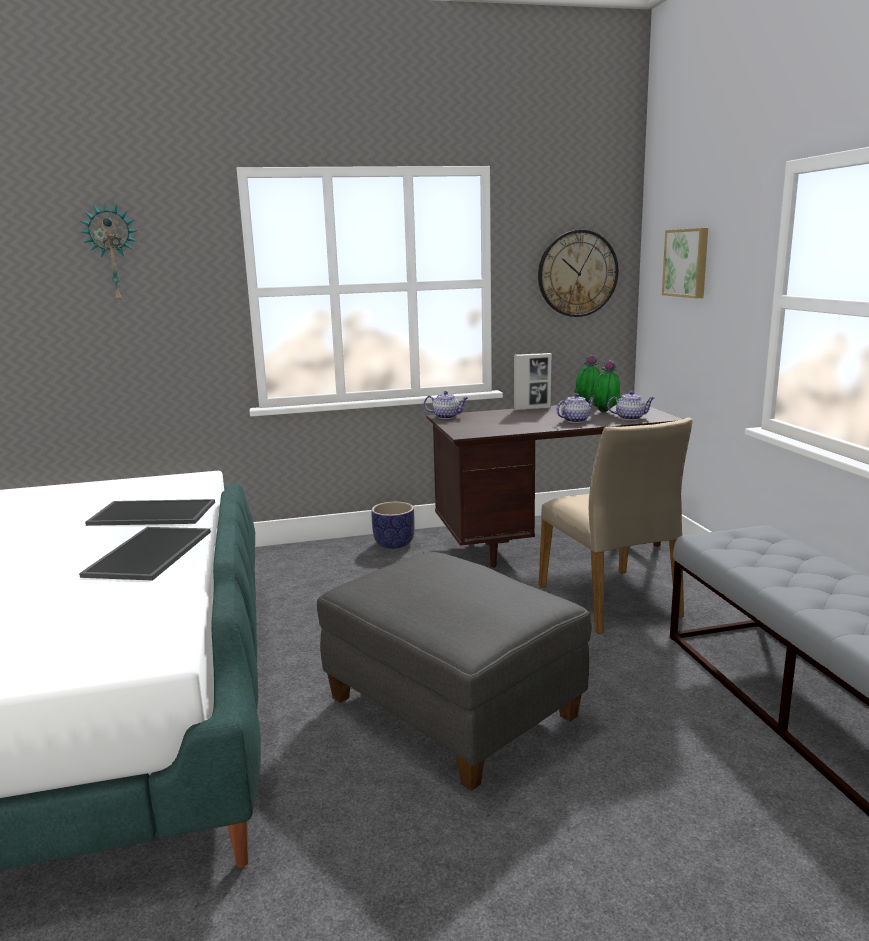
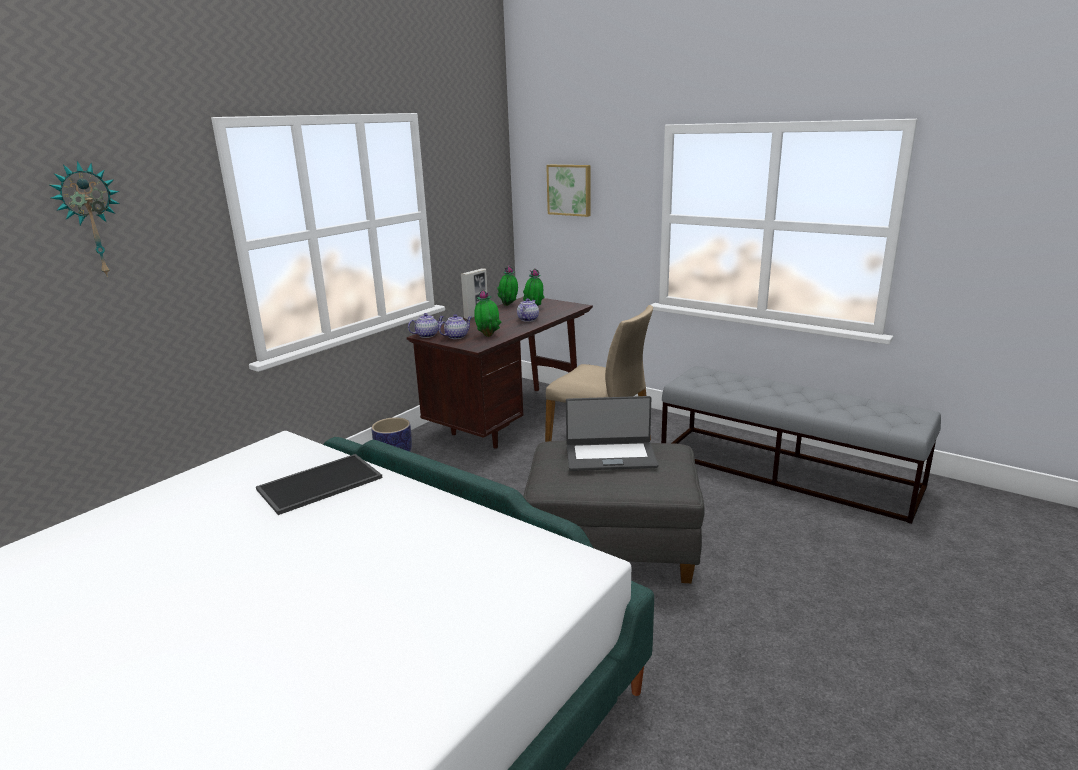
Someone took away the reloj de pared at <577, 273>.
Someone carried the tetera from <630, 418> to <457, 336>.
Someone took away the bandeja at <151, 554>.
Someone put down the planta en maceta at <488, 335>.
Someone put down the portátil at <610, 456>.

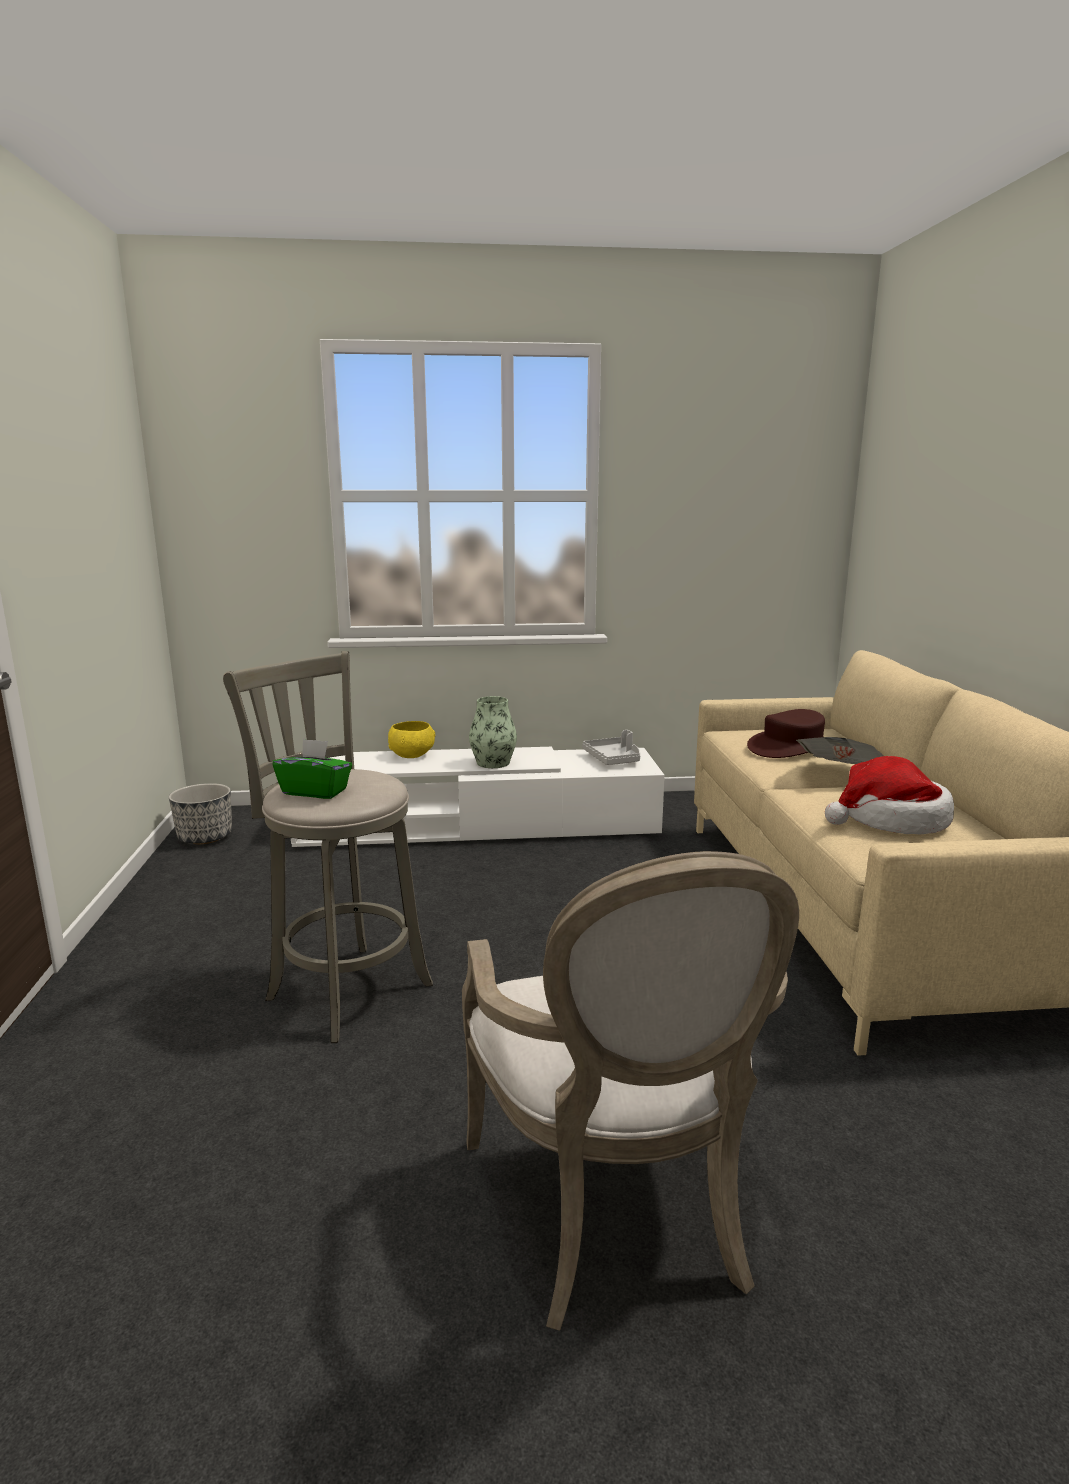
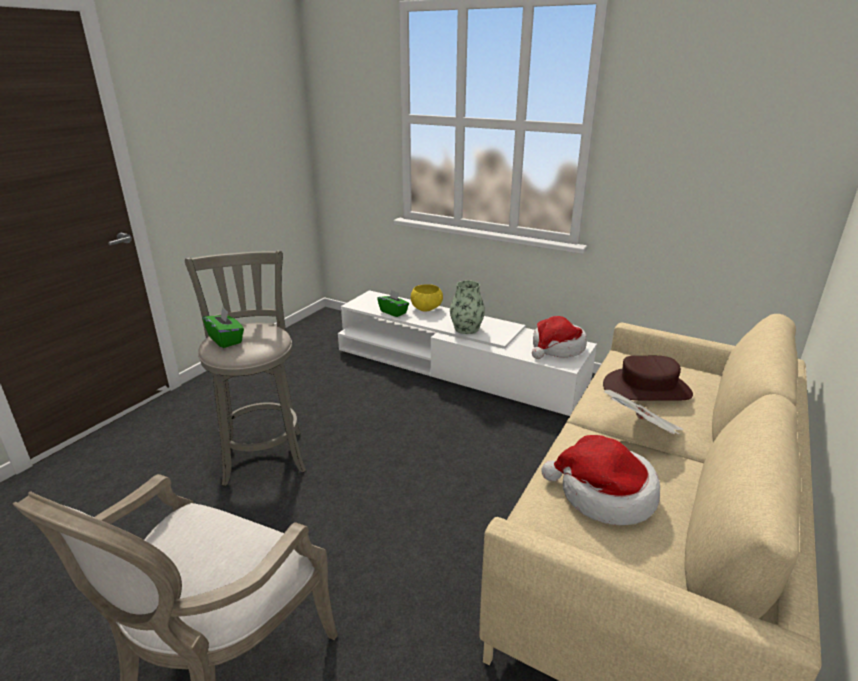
Someone swapped the bandeja (gris) at <613, 759> for the sombrero at <557, 348>.
Someone took away the maceta at <205, 838>.
Someone put down the caja de pañuelos (verde) at <393, 312>.

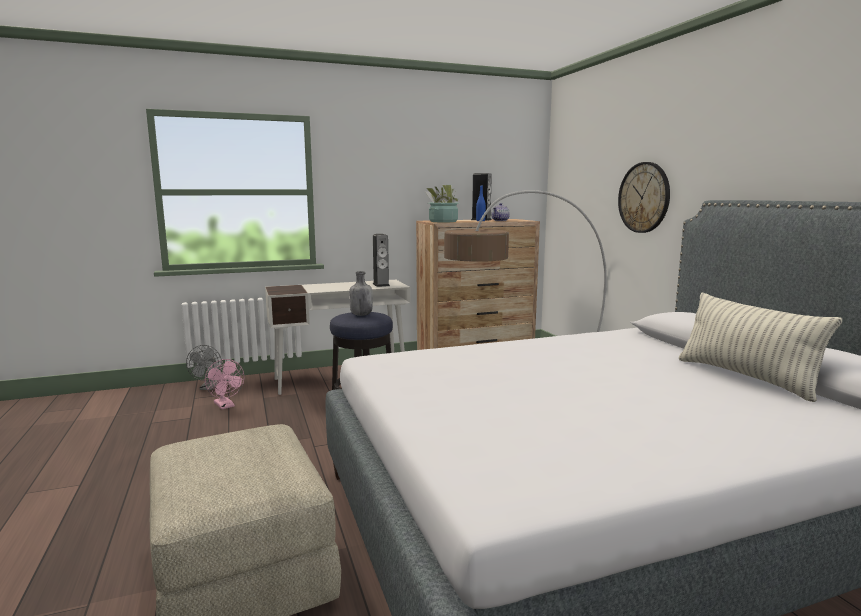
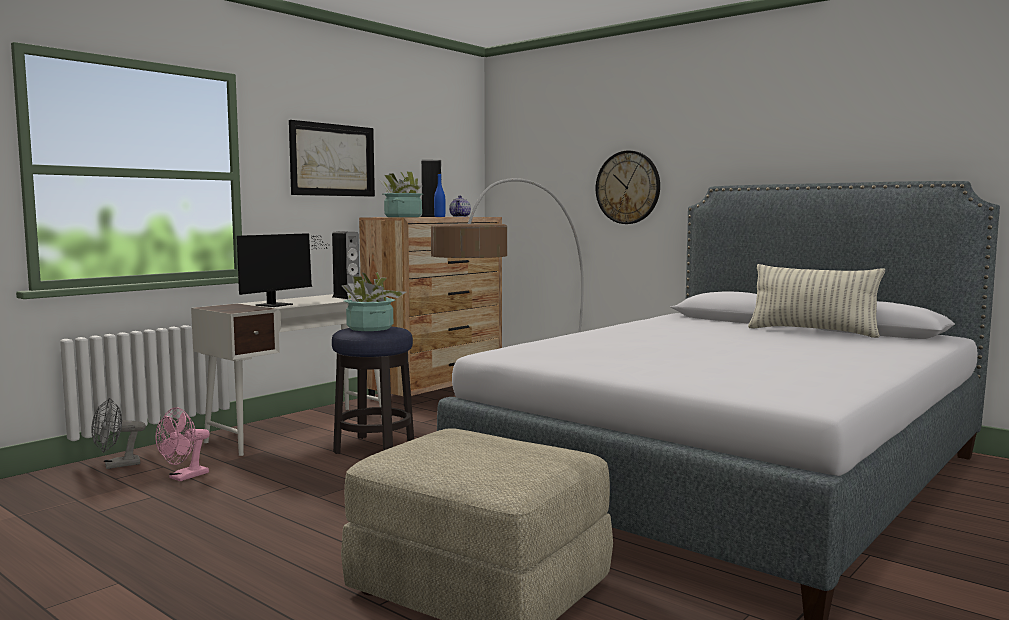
Someone swapped the botella (gris) at <361, 315> for the planta en maceta at <370, 328>.
Someone rotated the ventilador (gris) at <208, 388> by 90 degrees clockwise.
Someone rotated the ventilador (rosa) at <226, 406> by 105 degrees clockwise.
Someone put up the cuadro at <332, 160>.
Someone put down the monitor at <279, 304>.

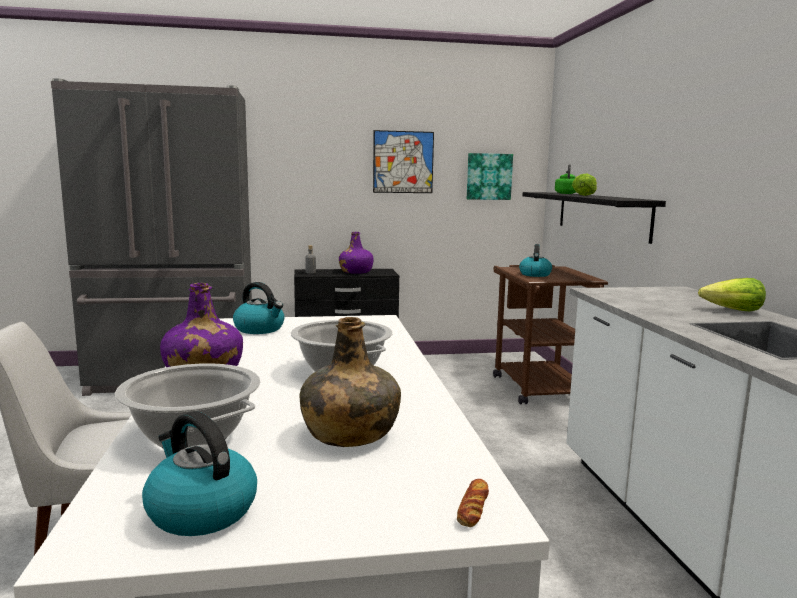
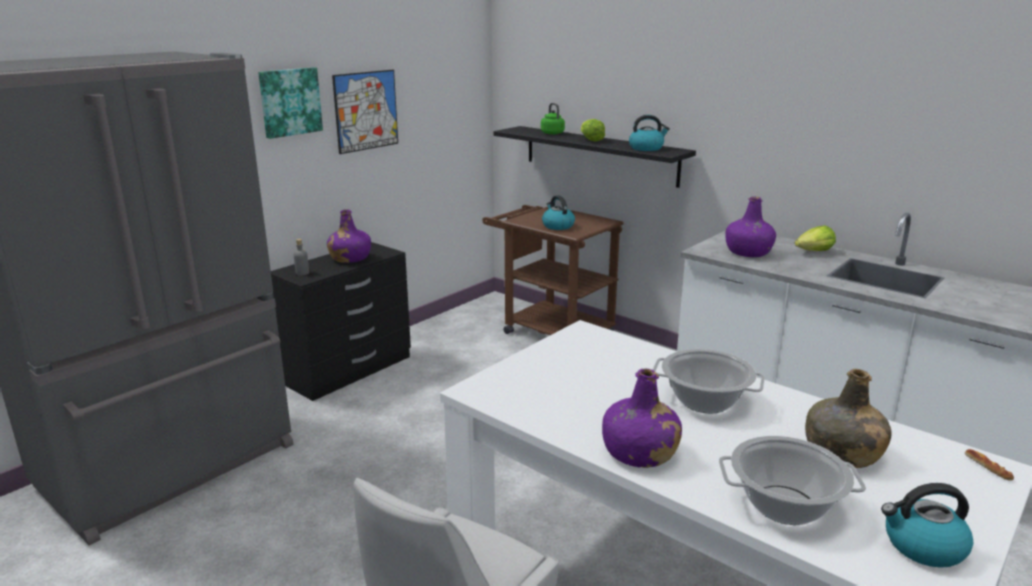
Someone carried the cuadro from <488, 176> to <289, 102>.
Someone carried the hervidor from <260, 329> to <646, 148>.
Someone put down the botella (morado) at <748, 252>.

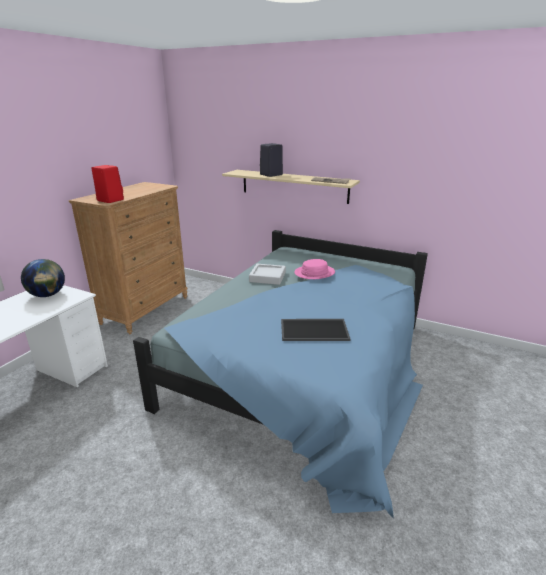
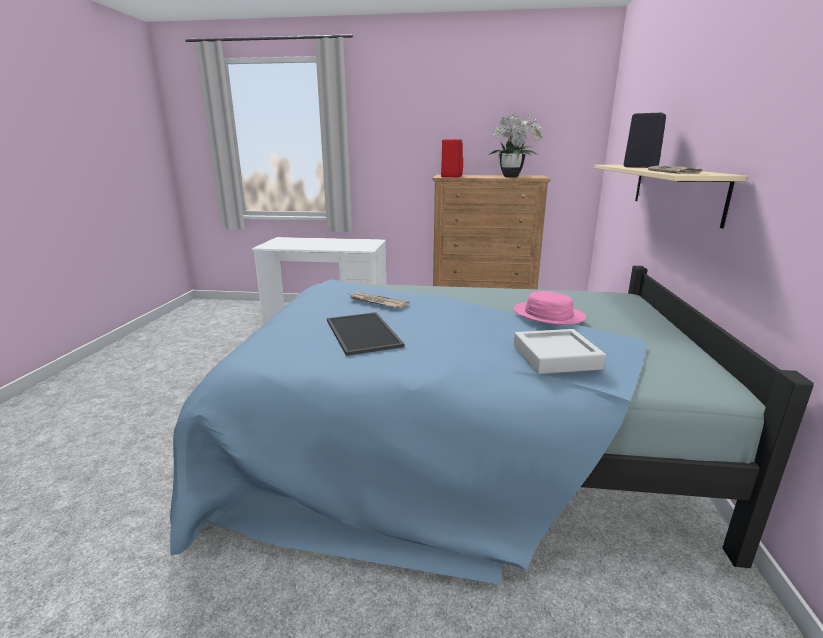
Someone took away the globo terráqueo at <48, 295>.
Someone carried the bandeja (gris) from <267, 277> to <556, 357>.
Someone put down the planta en maceta at <512, 176>.
Someone put down the periódico at <377, 302>.

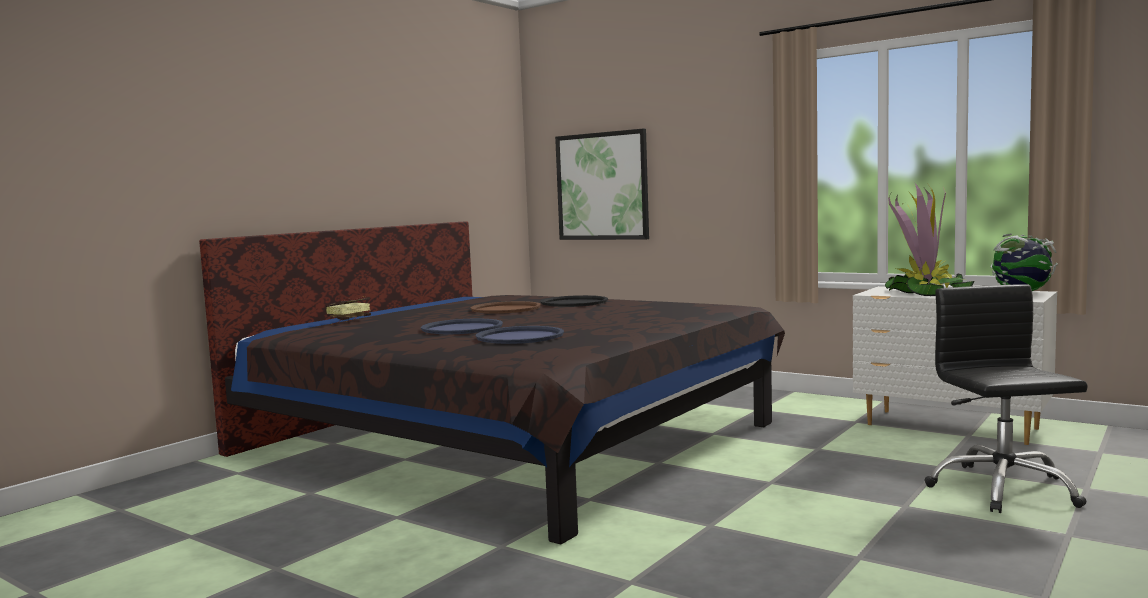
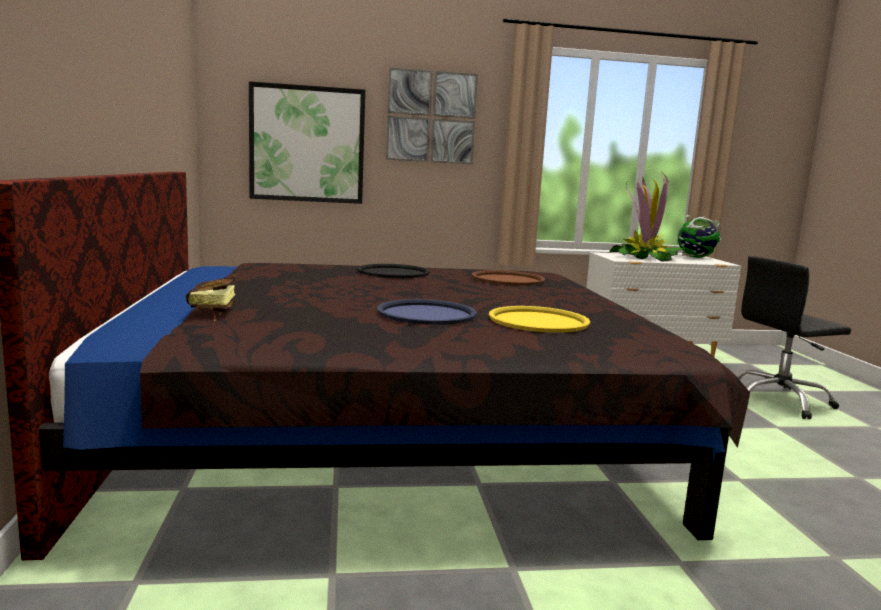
Someone rotated the silla de oficina (negro) at <1002, 489> by 60 degrees counterclockwise.
Someone carried the bandeja (marrón) from <505, 309> to <508, 279>.
Someone repainted the bandeja (azul) at <520, 336>, which became the bandeja (amarillo) at <538, 321>.
Someone put up the cuadro at <431, 117>.

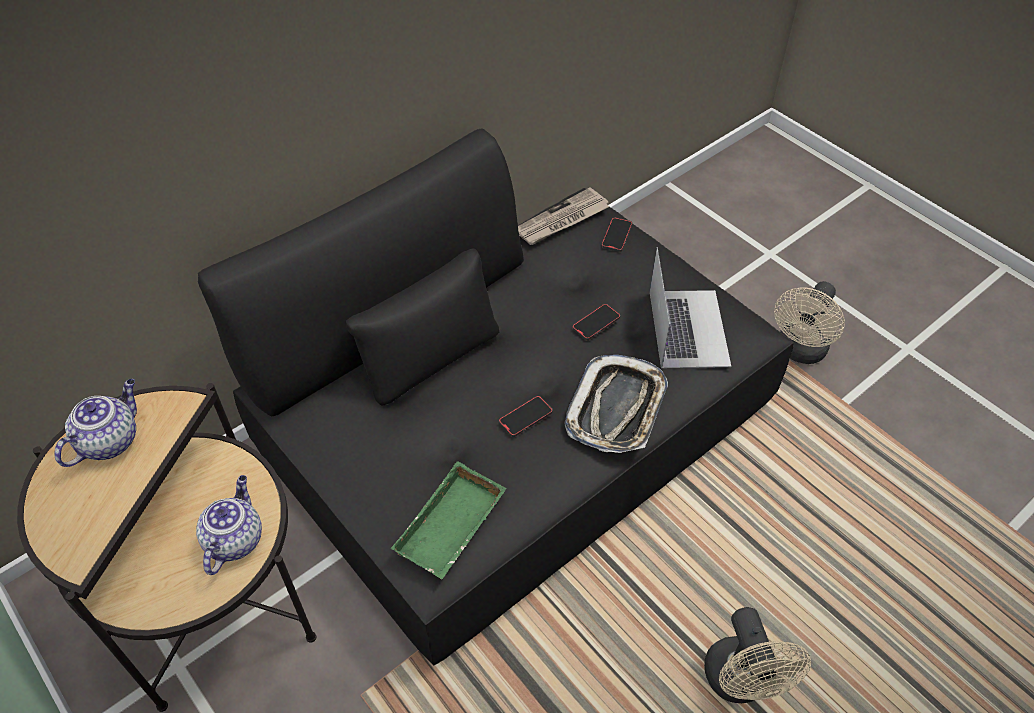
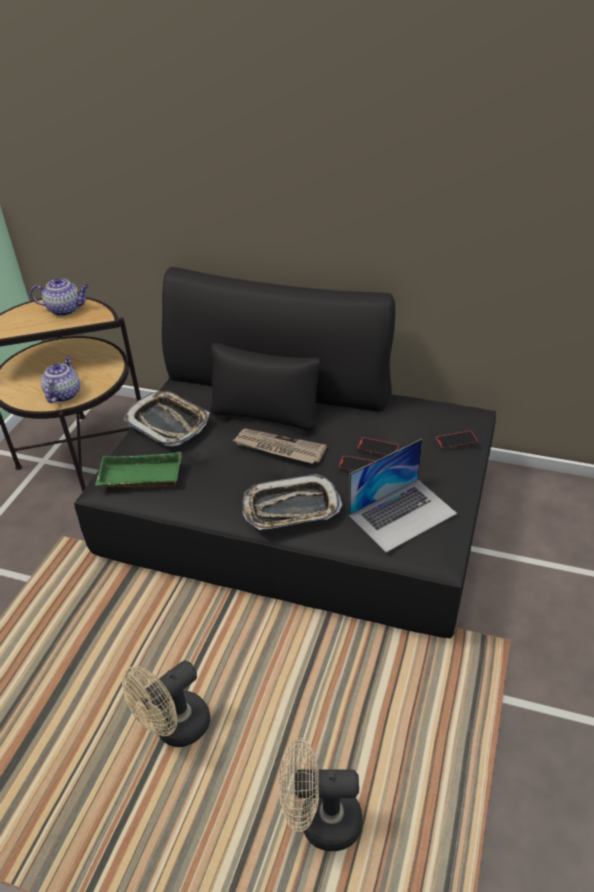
Someone carried the periódico from <562, 220> to <278, 448>.
Someone carried the ventilador (beis) from <799, 351> to <320, 821>.
Someone carried the móvil from <525, 418> to <378, 449>.
Someone rotated the tetera at <234, 539> by 60 degrees counterclockwise.
Someone put down the bandeja at <168, 423>.

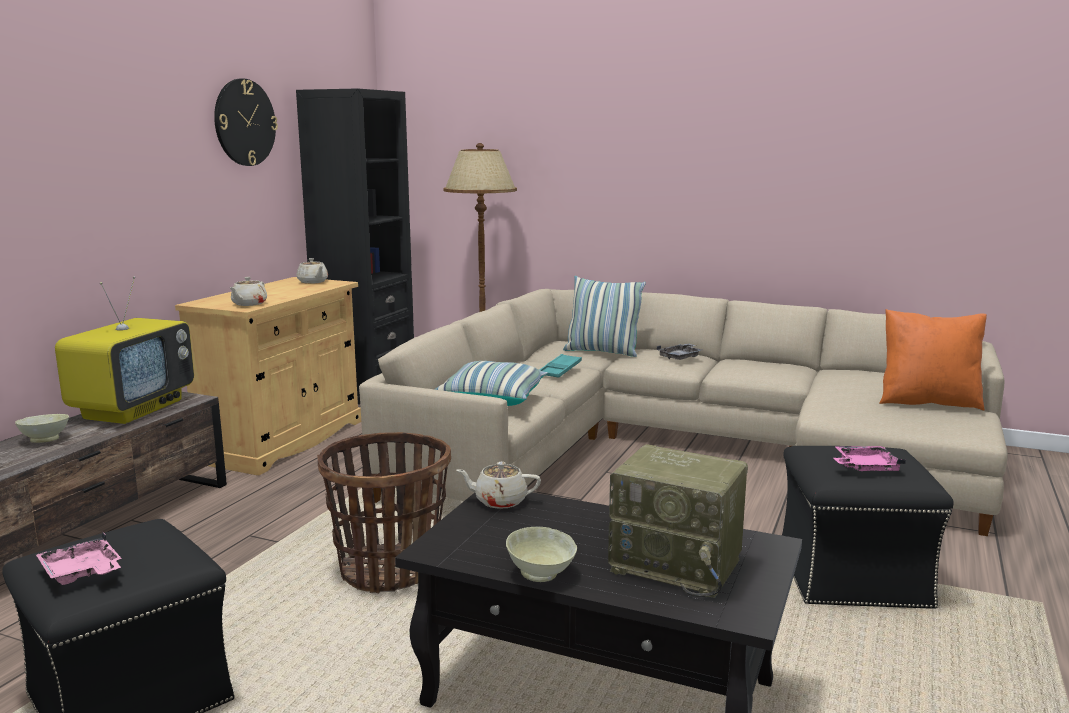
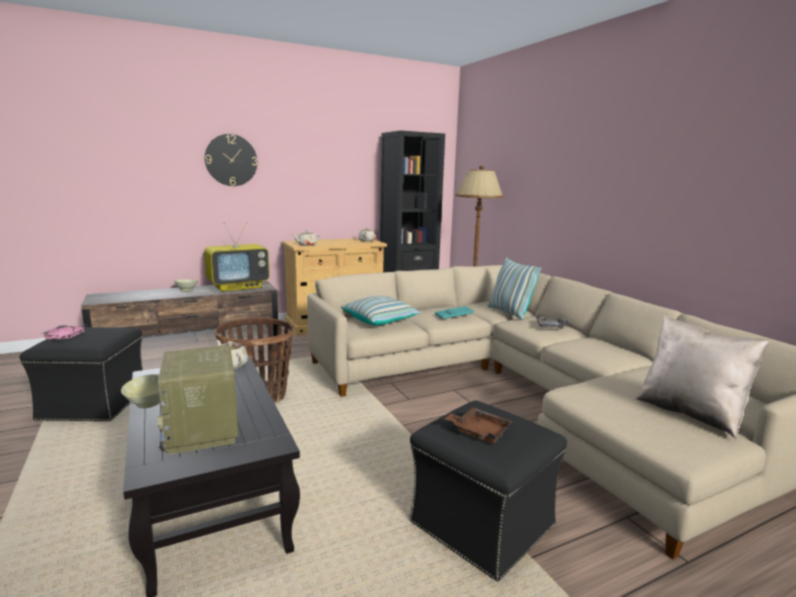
Someone carried the reloj de pared from <244, 122> to <231, 160>.
Someone repainted the cojín (naranja) at <927, 402>, which became the cojín (beis) at <690, 413>.
Someone repainted the bandeja (rosa) at <865, 467>, which became the bandeja (marrón) at <479, 432>.

